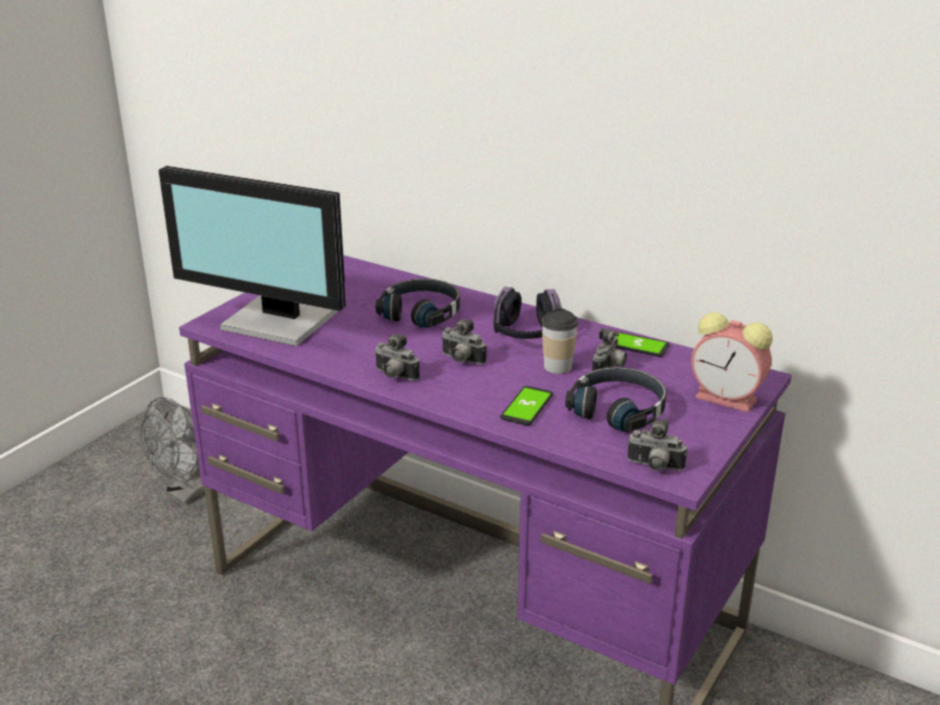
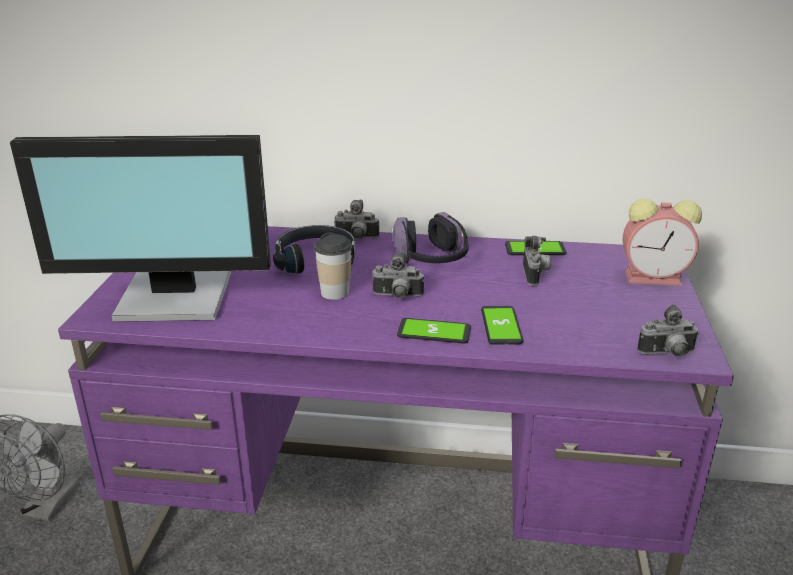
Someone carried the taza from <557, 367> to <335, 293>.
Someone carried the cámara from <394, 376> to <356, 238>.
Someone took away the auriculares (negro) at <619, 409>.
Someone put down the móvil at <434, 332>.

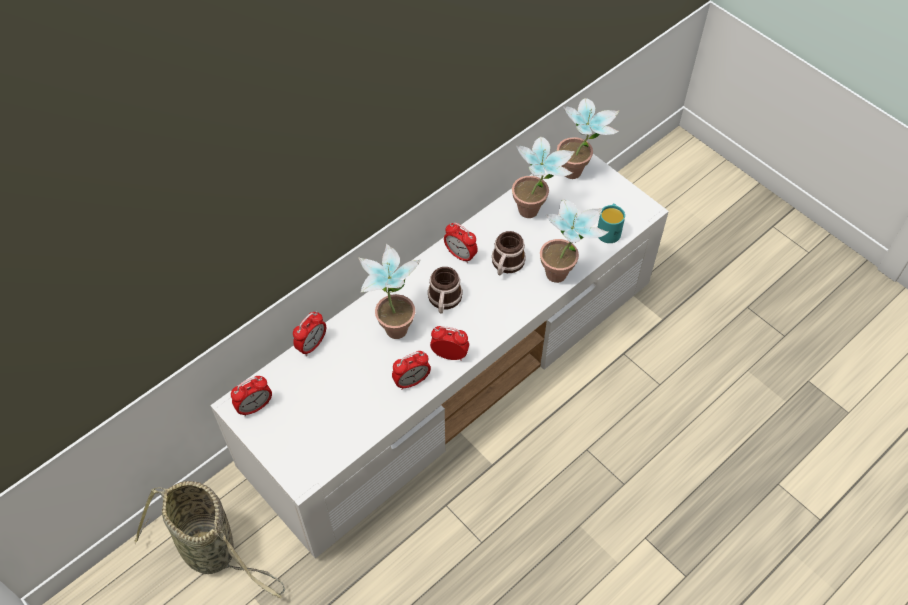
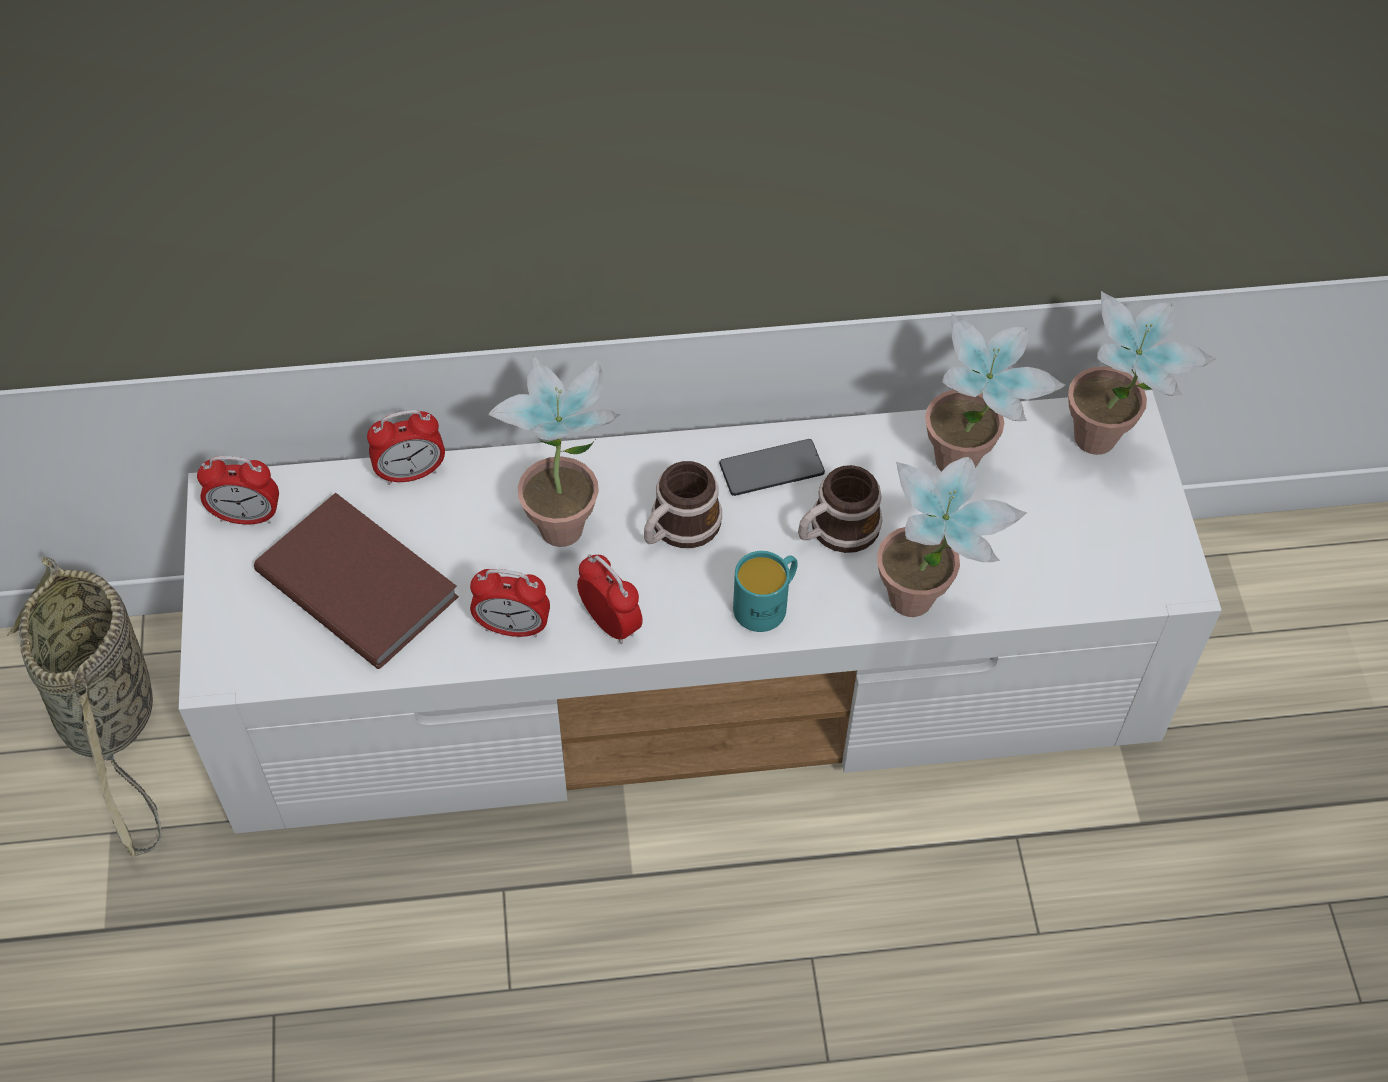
Someone carried the taza grande (turquesa) from <609, 230> to <767, 604>.
Someone swapped the despertador at <460, 255> for the móvil at <771, 469>.
Someone put down the libro (marrón) at <359, 580>.

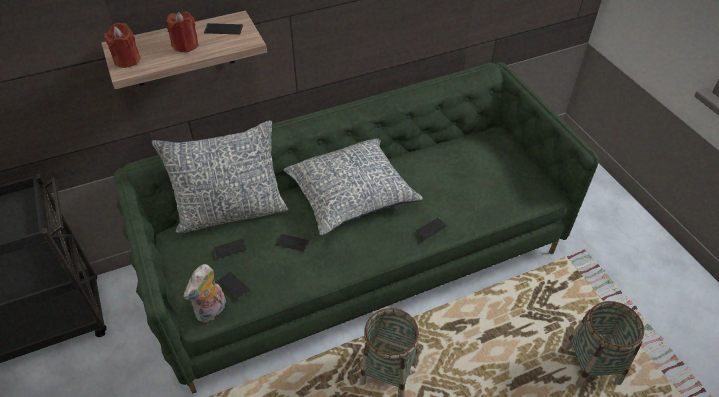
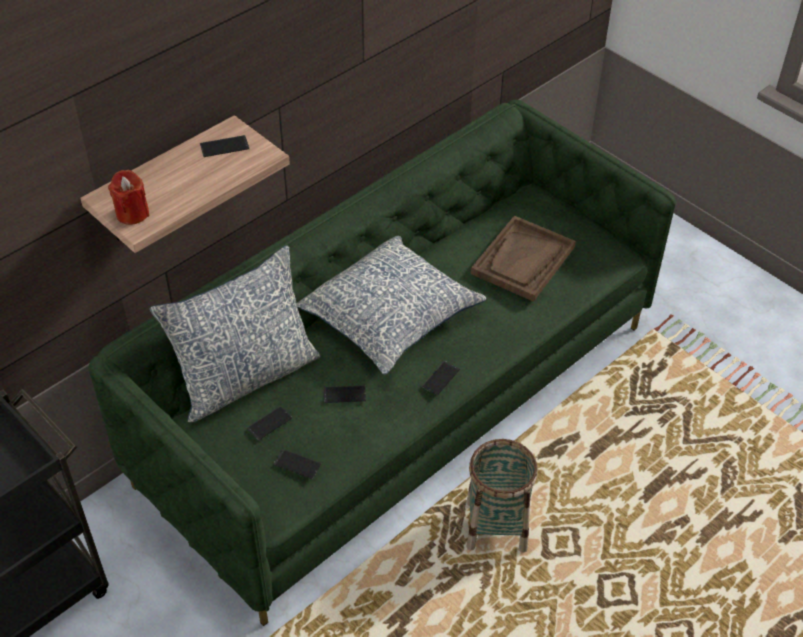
Someone took away the vela (rojo) at <185, 45>.
Someone carried the móvil from <431, 228> to <440, 378>.
Someone took away the peluche at <212, 311>.
Someone took away the cesta at <591, 365>.
Someone put down the bandeja (marrón) at <523, 260>.

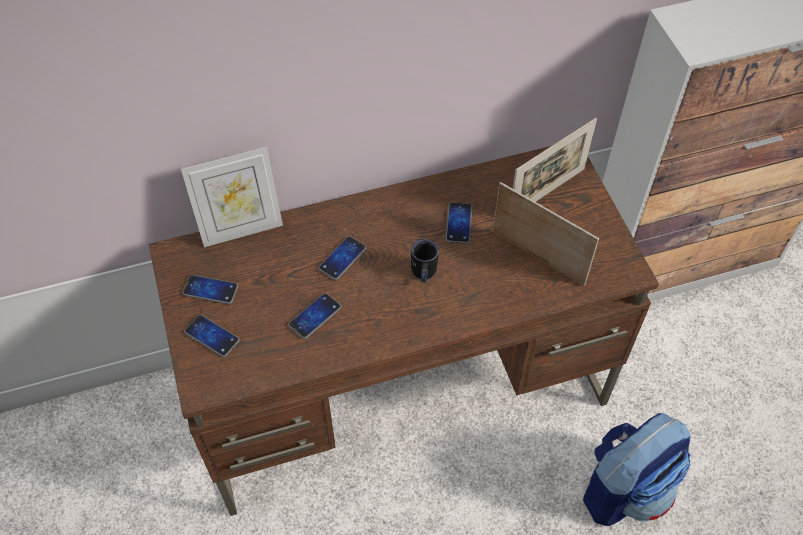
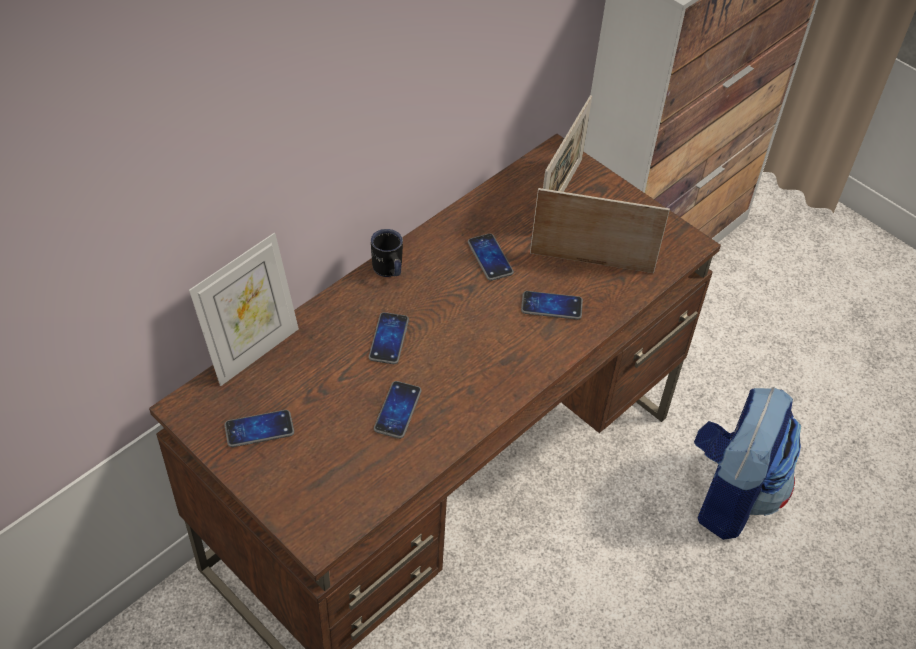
Someone carried the taza grande (negro) from <423, 274> to <388, 271>.
Someone carried the móvil from <212, 336> to <551, 306>.

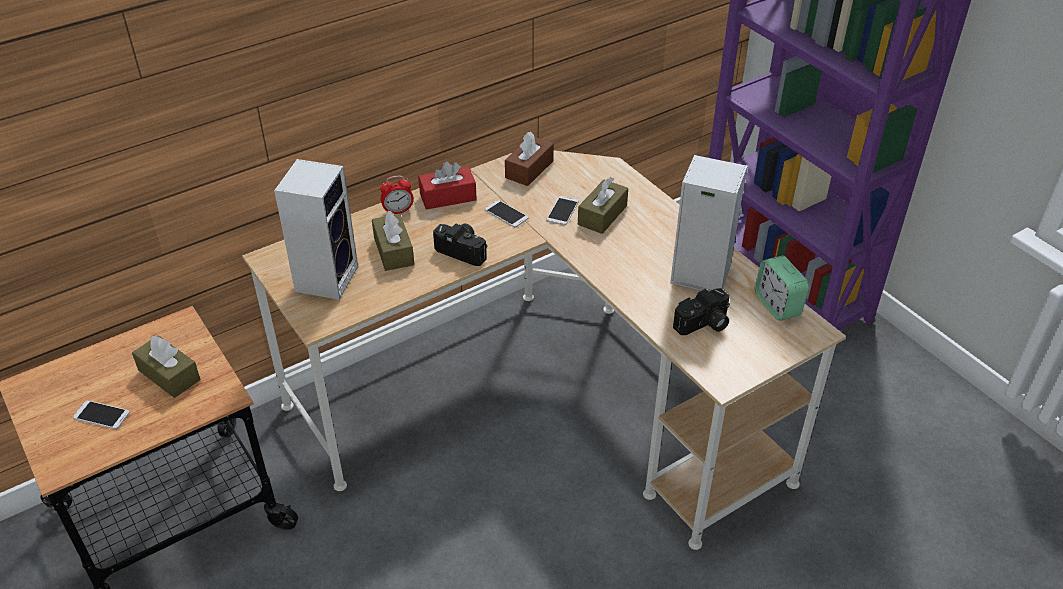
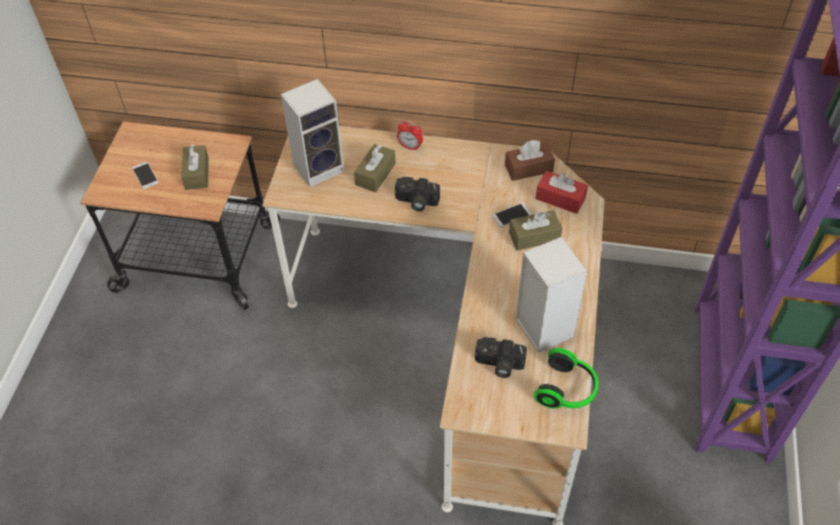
Someone carried the caja de pañuelos (rojo) from <448, 197> to <560, 198>.
Someone took away the móvil at <506, 214>.
Someone rotated the cámara at <464, 250> by 120 degrees clockwise.
Someone swapped the despertador at <777, 305> for the auriculares at <567, 389>.

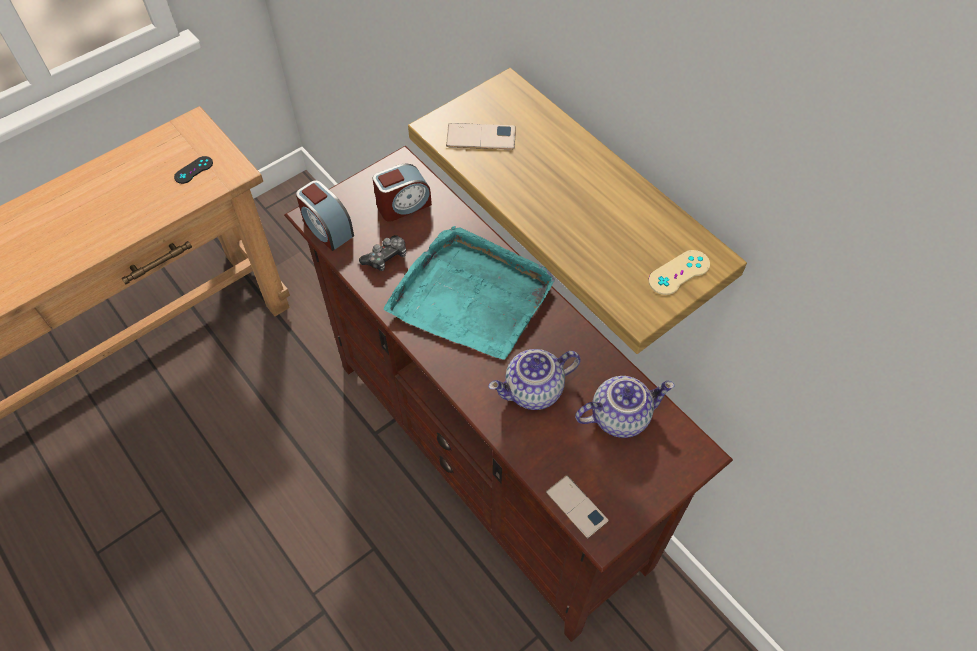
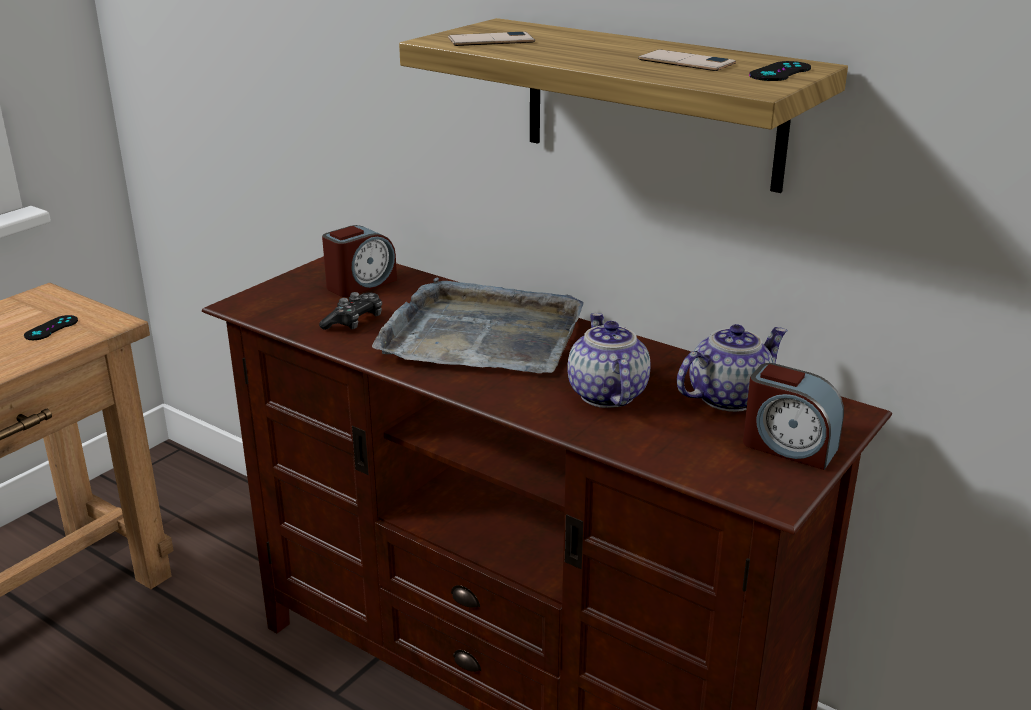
Someone carried the despertador from <327, 229> to <788, 446>.
Someone repainted the bandeja (turquesa) at <472, 296>, which became the bandeja (gris) at <482, 335>.
Someone repainted the mando de consola (beis) at <679, 272>, which became the mando de consola (negro) at <780, 72>.
Someone rotated the tetera at <533, 392> by 120 degrees clockwise.
Someone carried the móvil from <576, 506> to <686, 62>.

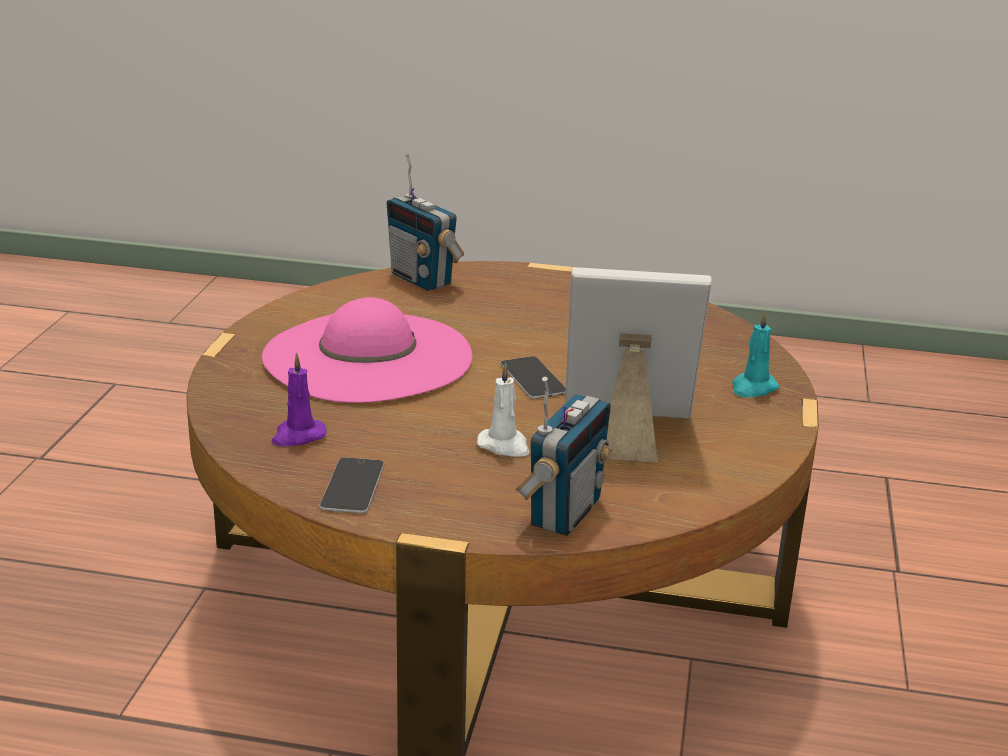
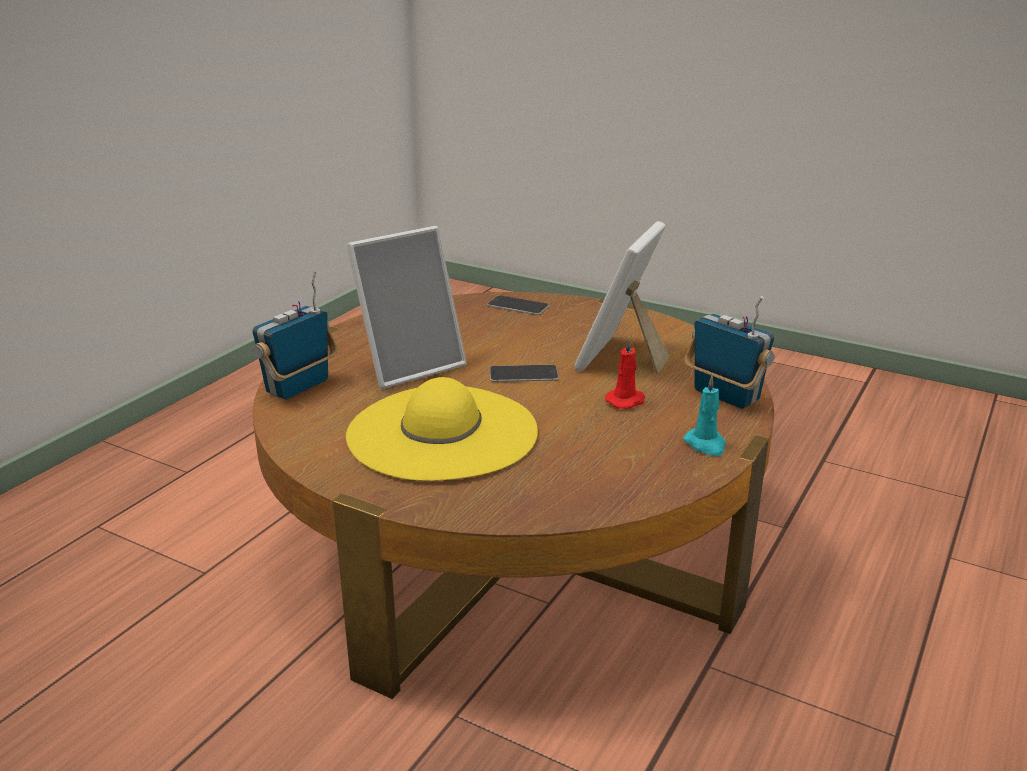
Someone rotated the radio at <422, 279> by 150 degrees clockwise.
Someone repainted the sombrero (rosa) at <367, 356>, which became the sombrero (amarillo) at <442, 432>.
Someone carried the vela (turquesa) from <753, 388> to <706, 445>.
Someone took away the vela (morado) at <298, 436>.
Someone repainted the vela (blanco) at <504, 446>, which became the vela (rojo) at <626, 401>.
Someone carried the móvil from <352, 486> to <518, 305>.
Someone put down the portarretratos at <409, 365>.

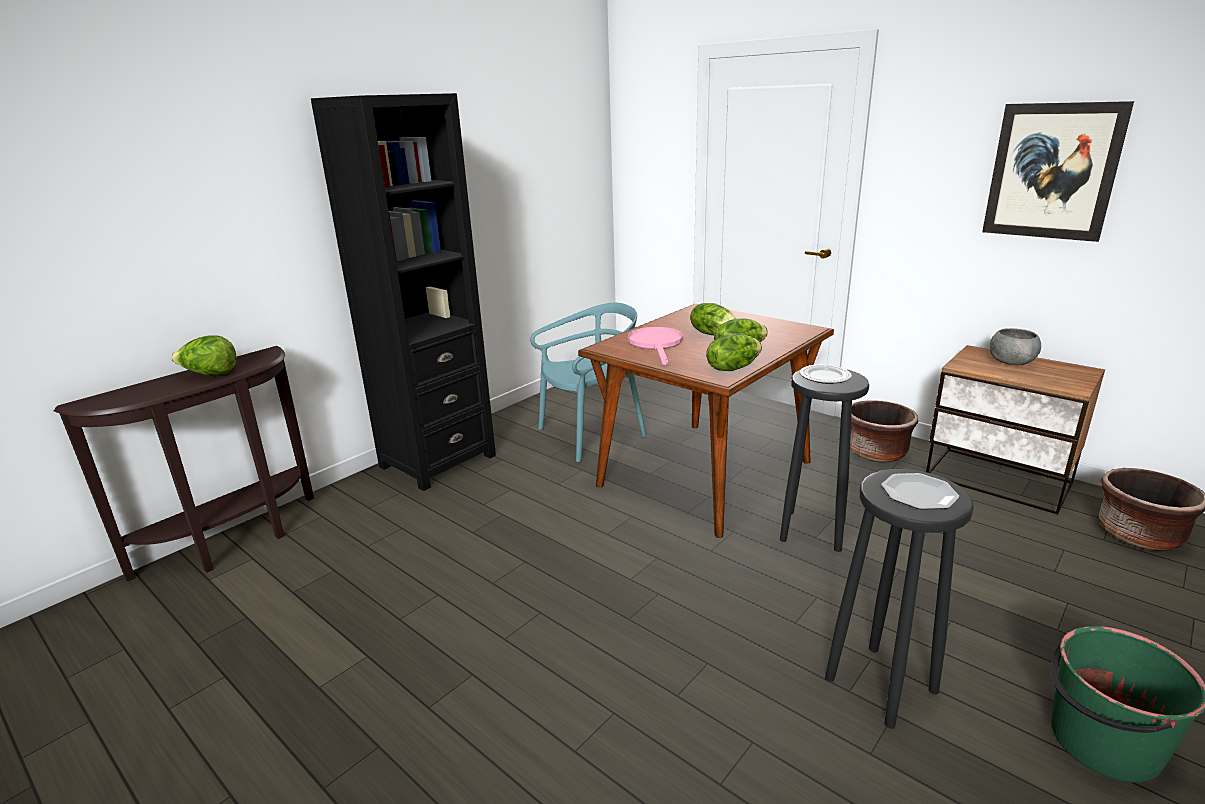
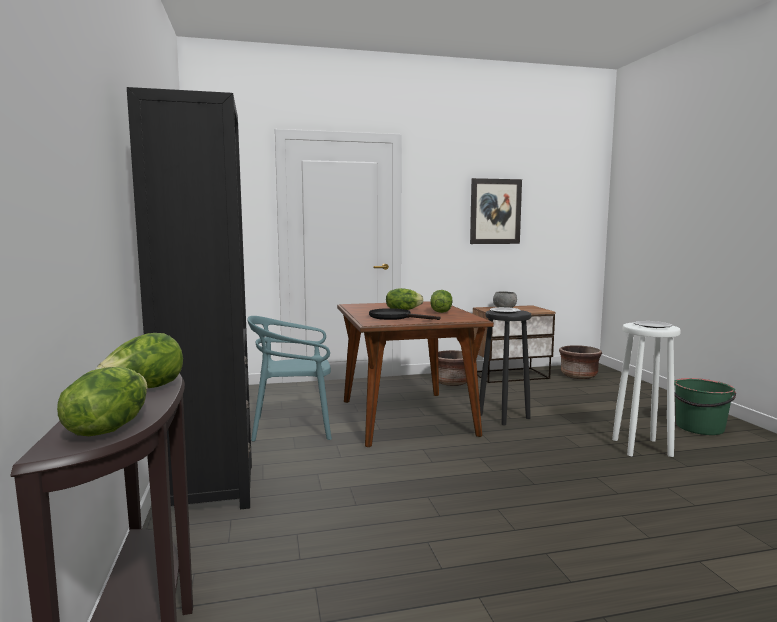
Someone rotated the silla (turquesa) at <592, 435> by 105 degrees counterclockwise.
Someone repainted the sartén (rosa) at <656, 345>, which became the sartén (negro) at <395, 317>.
Someone carried the lechuga from <732, 368> to <108, 428>.
Someone repainted the taburete (negro) at <882, 684>, which became the taburete (blanco) at <641, 447>.

